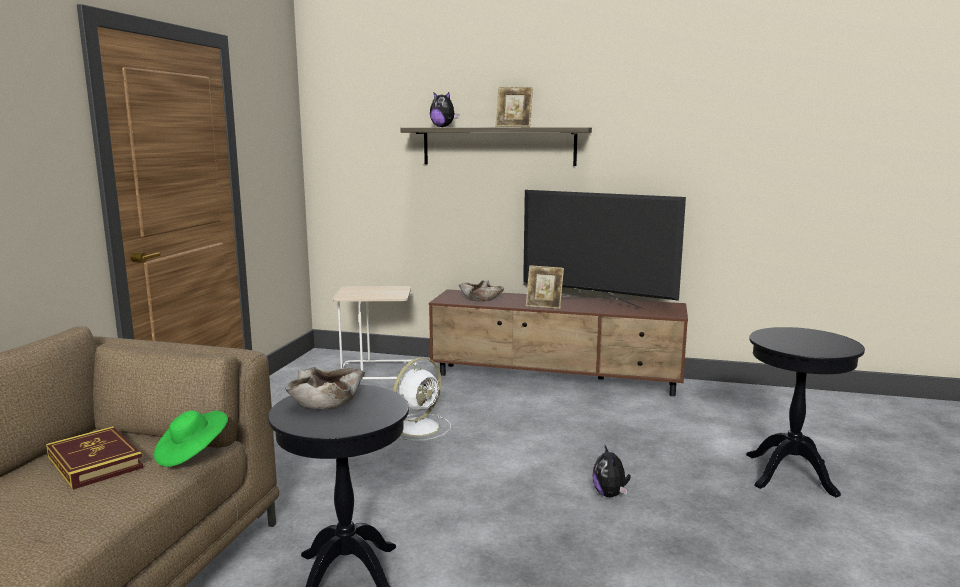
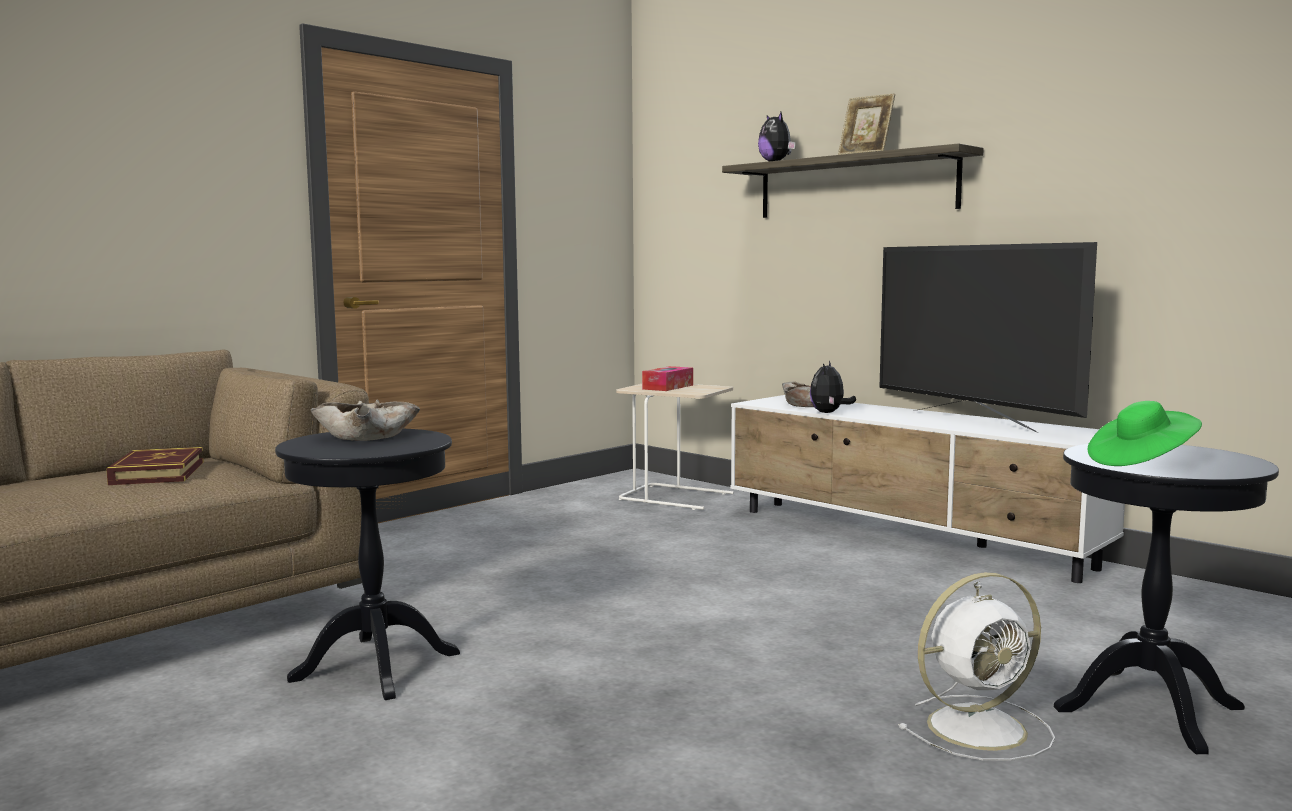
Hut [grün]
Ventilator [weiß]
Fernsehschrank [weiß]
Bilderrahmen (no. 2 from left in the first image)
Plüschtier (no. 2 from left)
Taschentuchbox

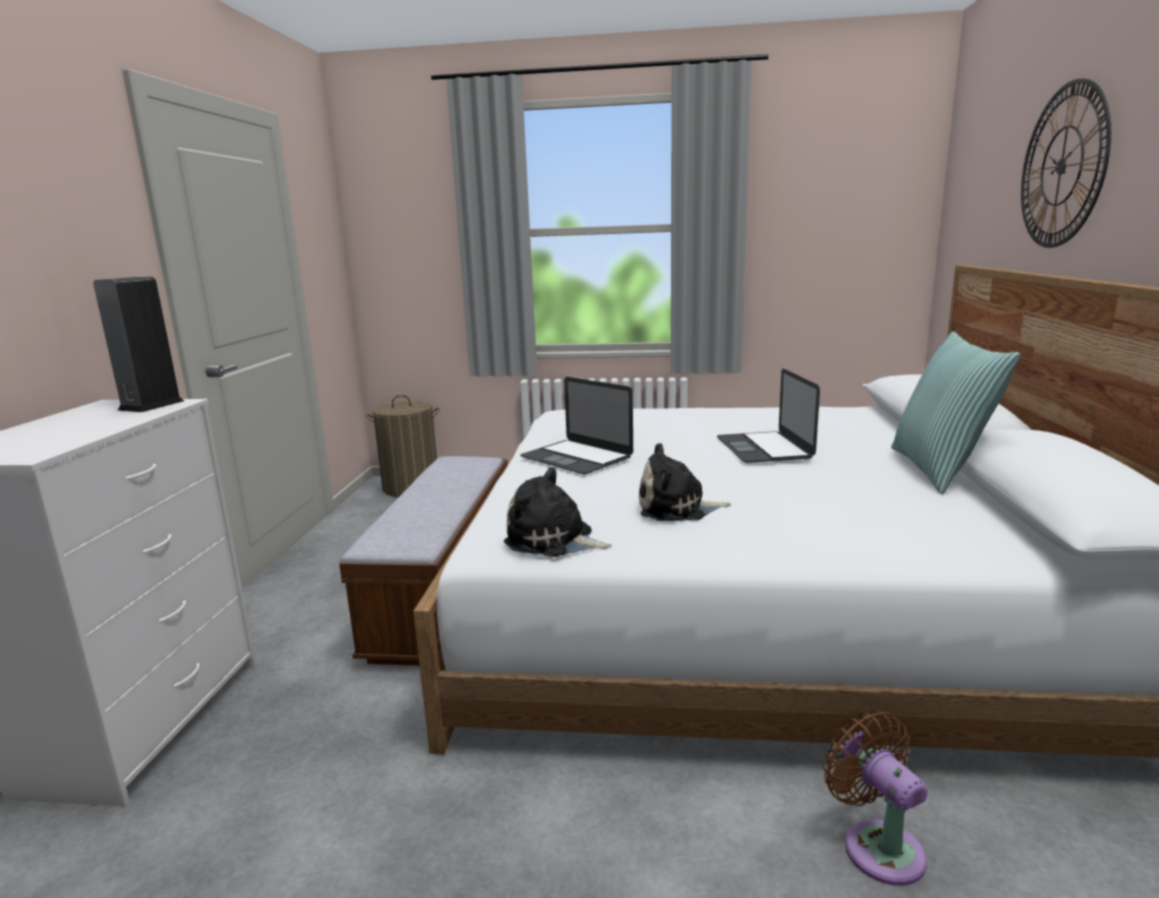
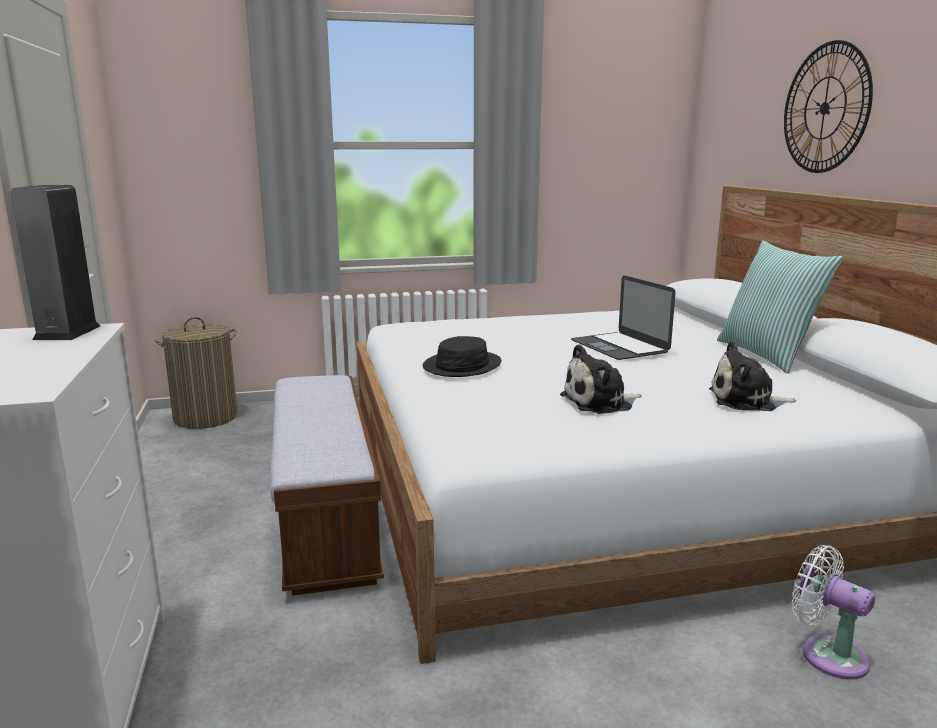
Plüschtier (no. 2 from left)
Hut [schwarz]
Ventilator [weiß]

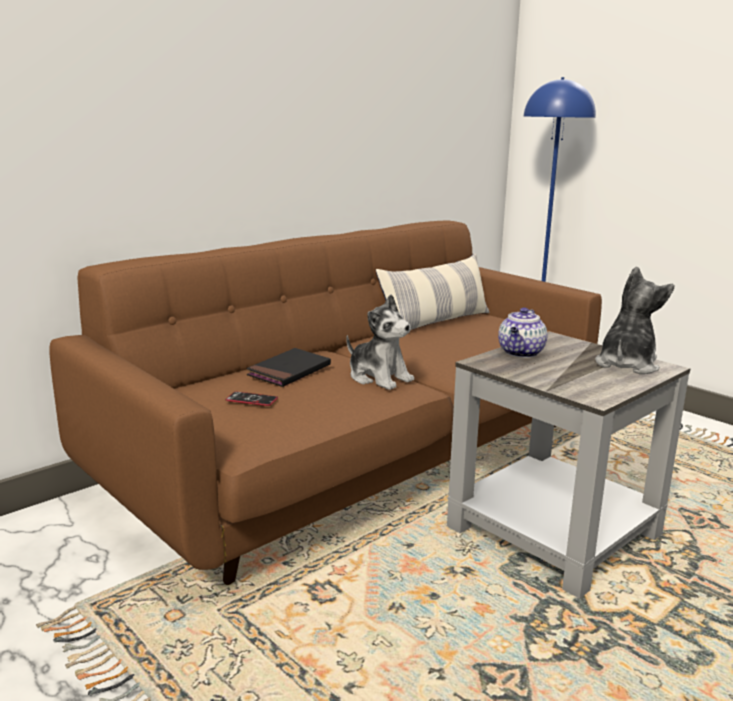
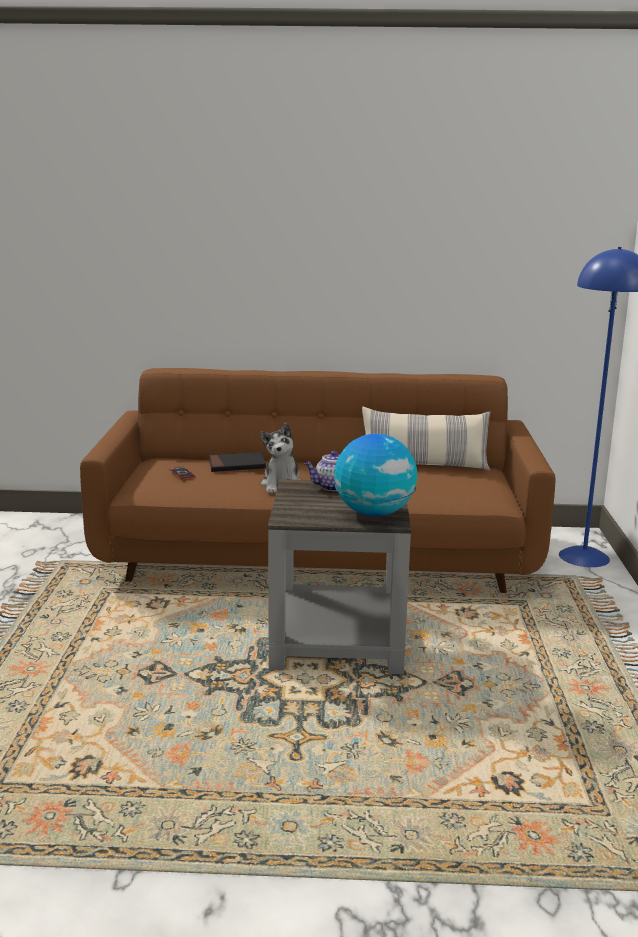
Globus

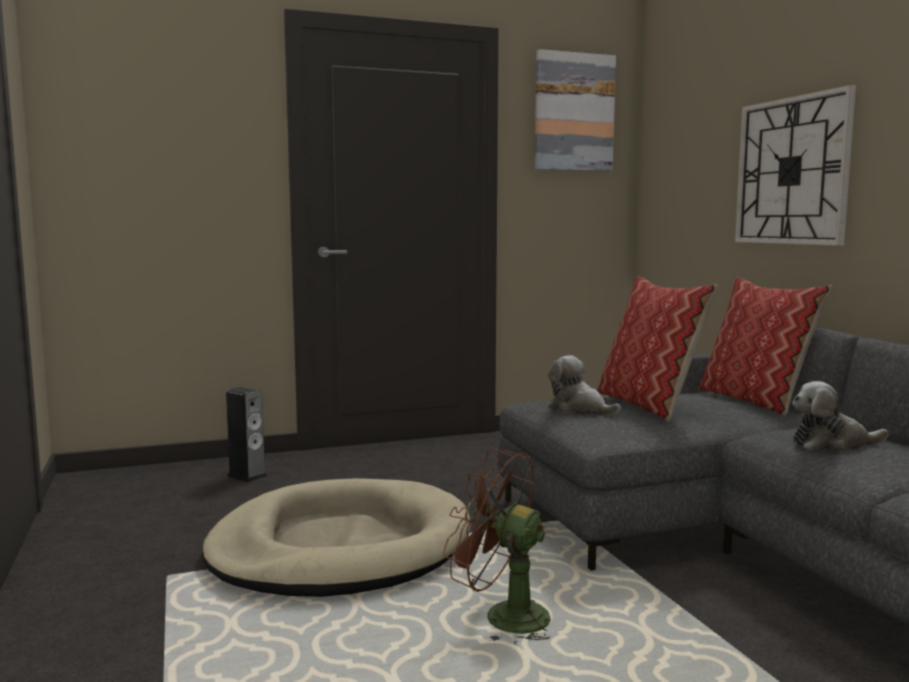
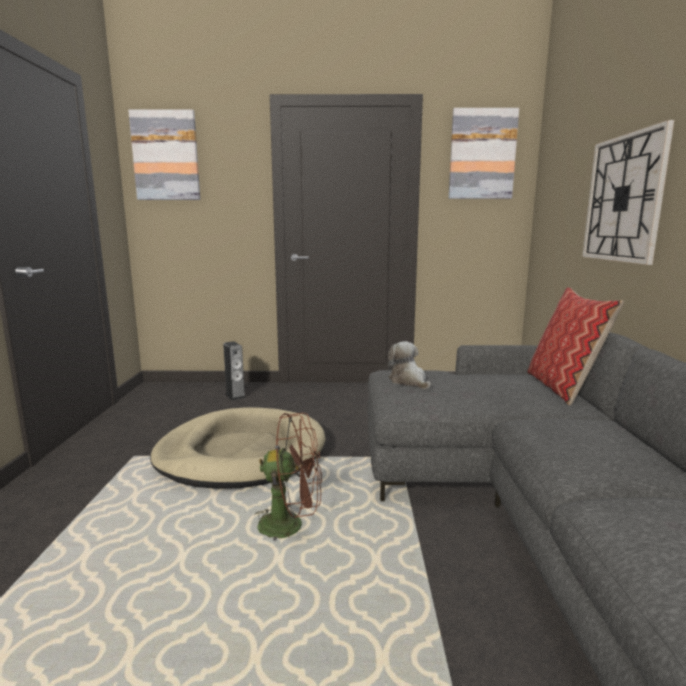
Ventilator [braun]
Kissen (no. 1 from left in the first image)
Plüschtier (no. 2 from left in the first image)
Bild (no. 1 from left)

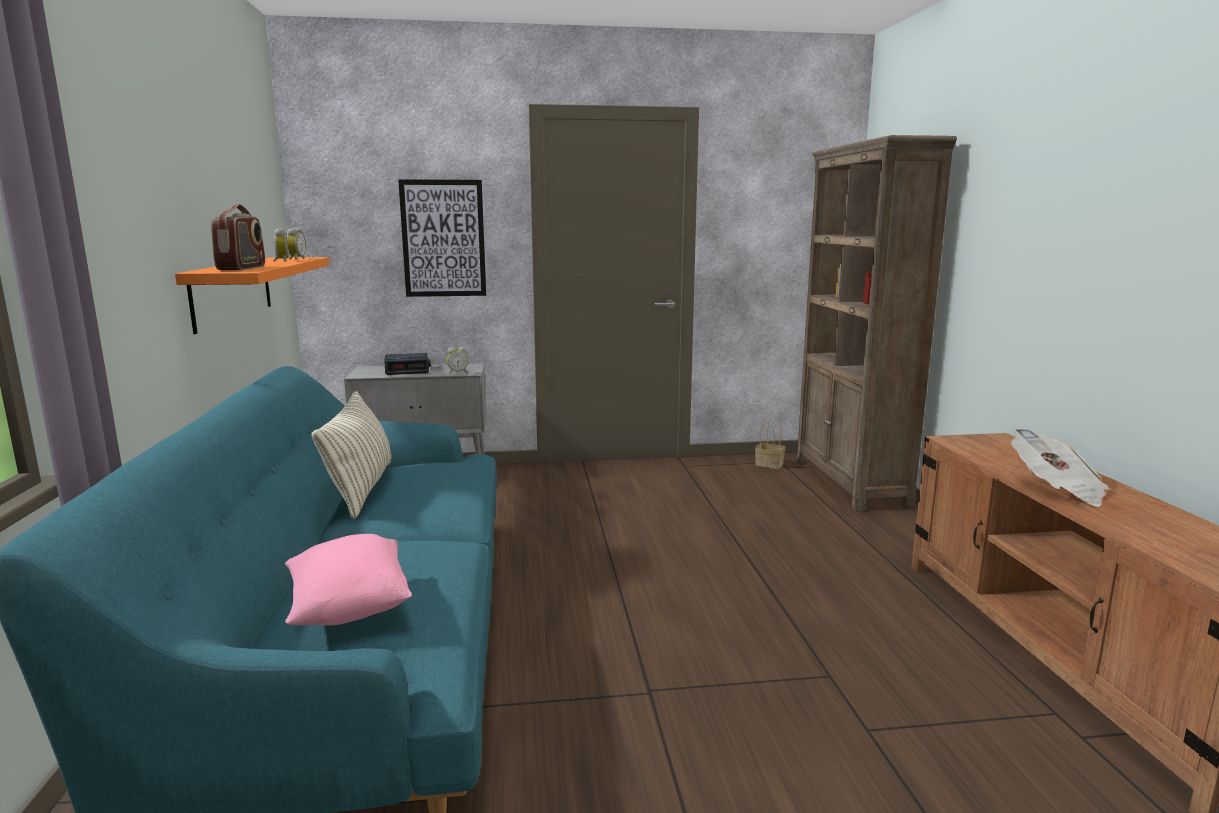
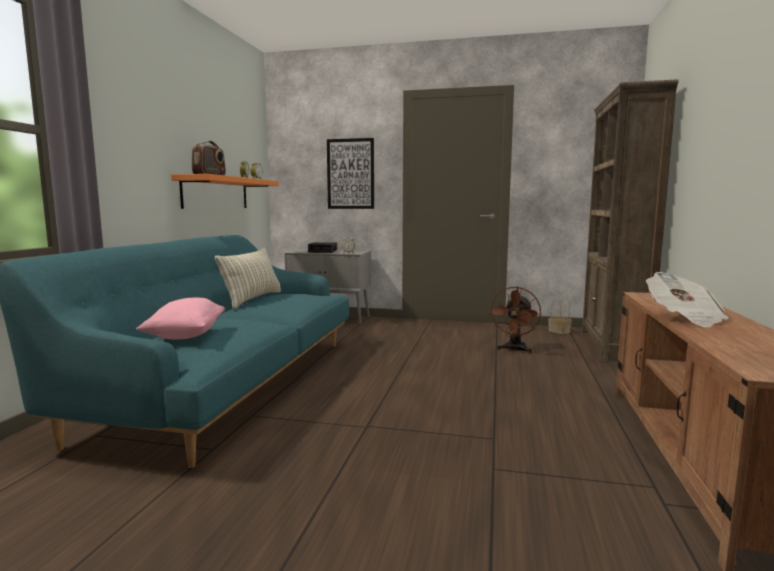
Ventilator [braun]

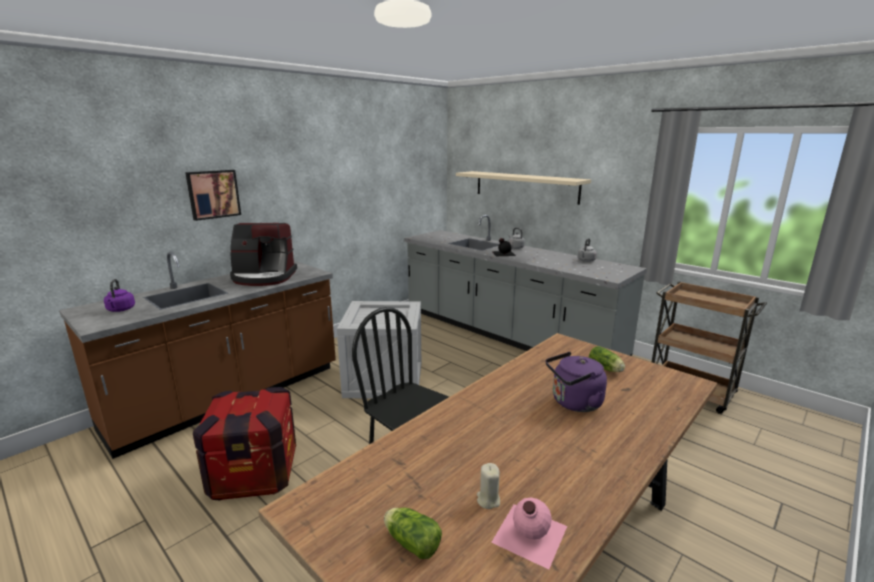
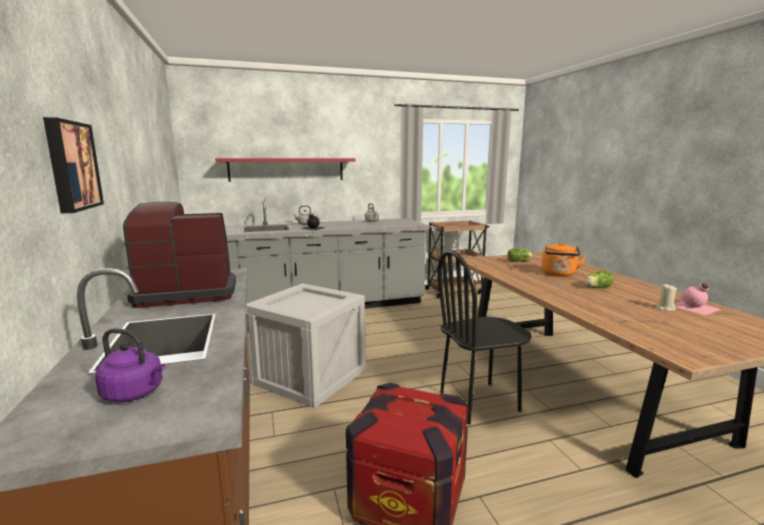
Kaffeemaschine
Salatkopf (no. 2 from left)
Wandregal [rot]
Wasserkessel [orange]

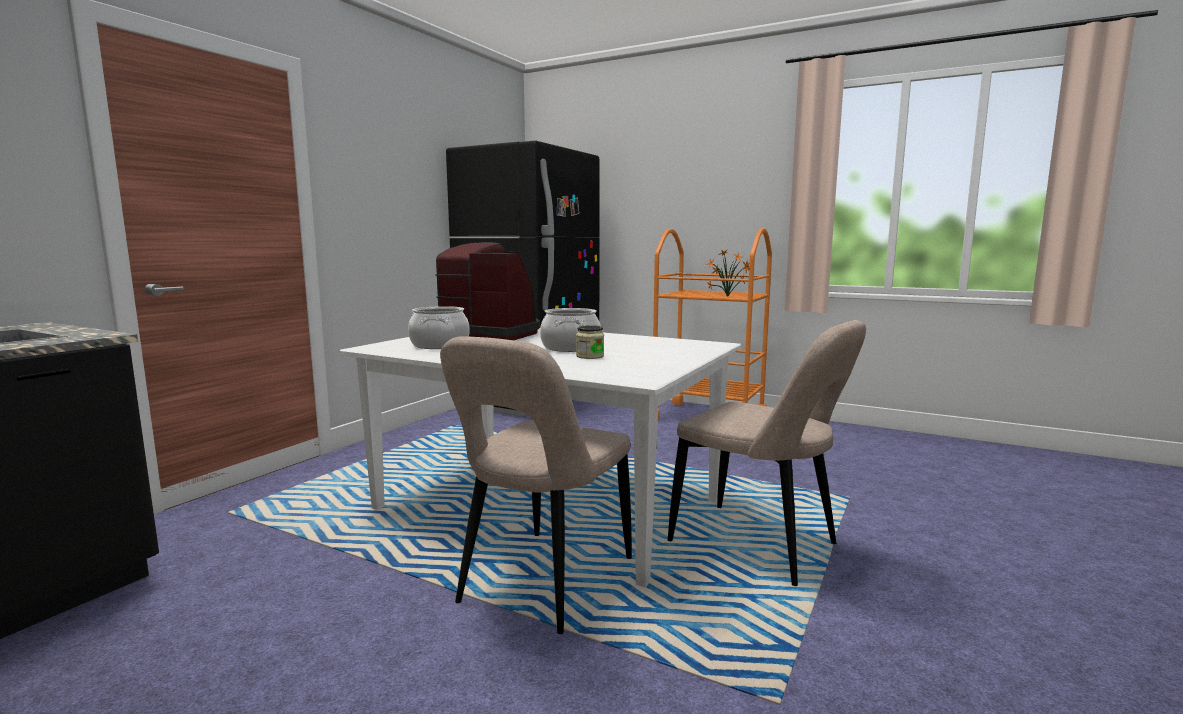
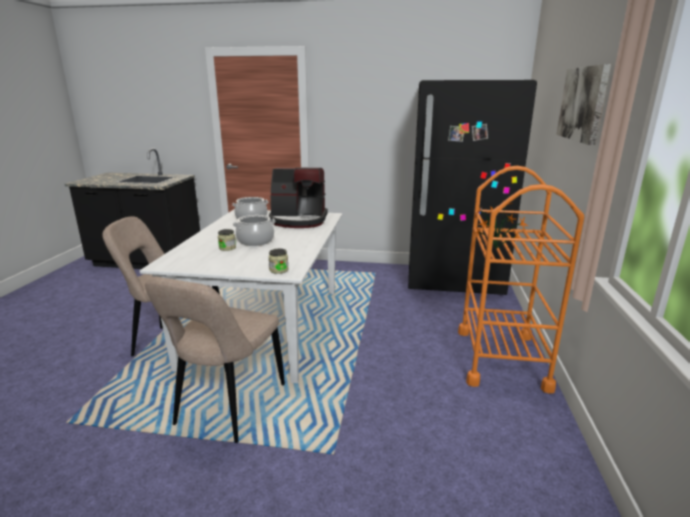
Kaffeemaschine
Vorratsglas (no. 2 from left)
Bild

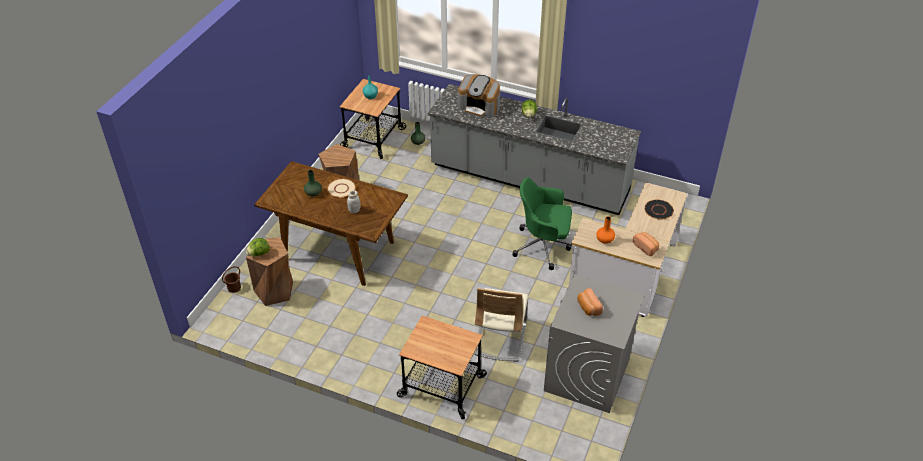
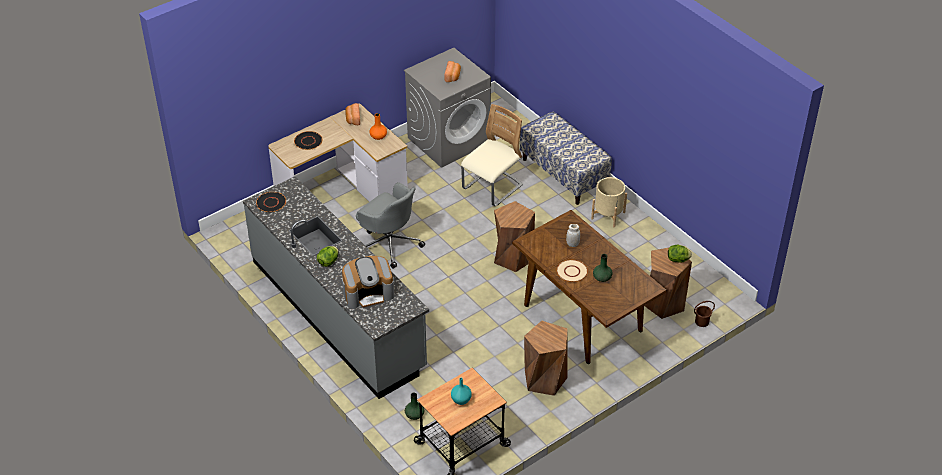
Bank
Kaffeemaschine
Bürostuhl [grau]
Teller [schwarz] (no. 1 from left)
Hocker [braun] (no. 1 from left)
Pflanzkübel [beige]

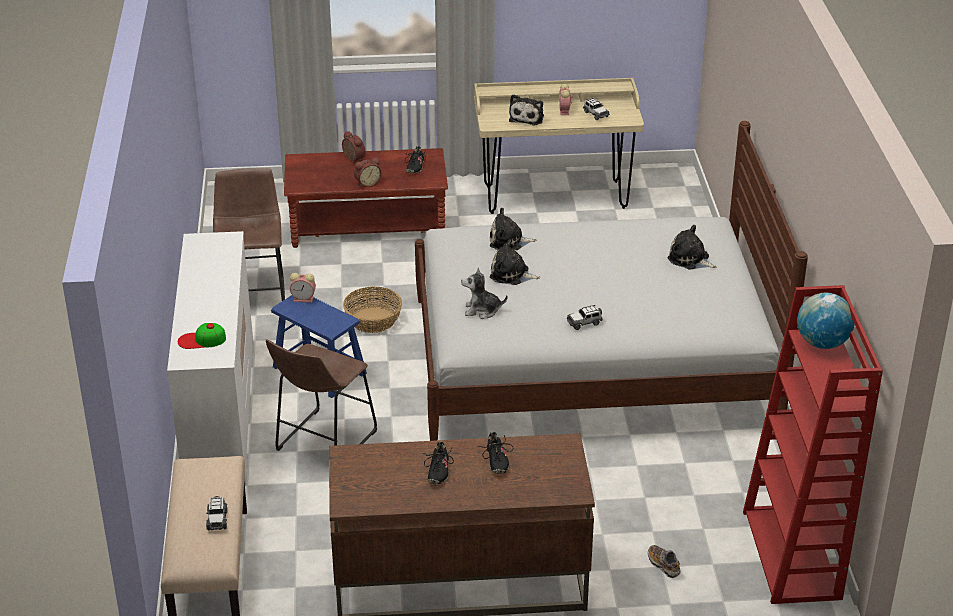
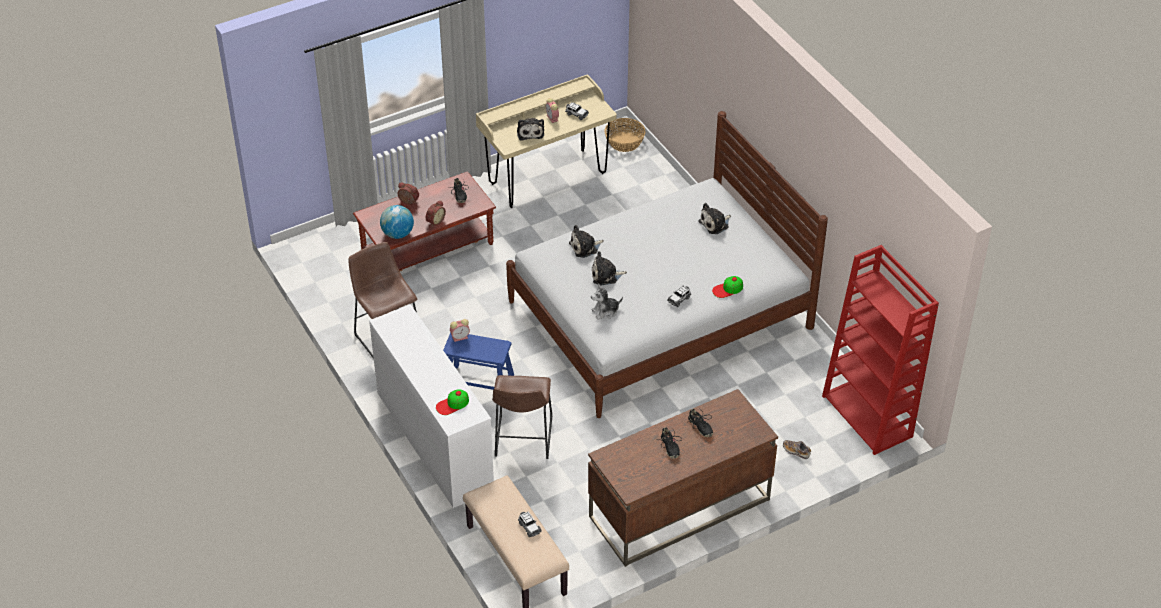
Korb
Plüschtier (no. 5 from left)
Globus
Kappe (no. 2 from left)

